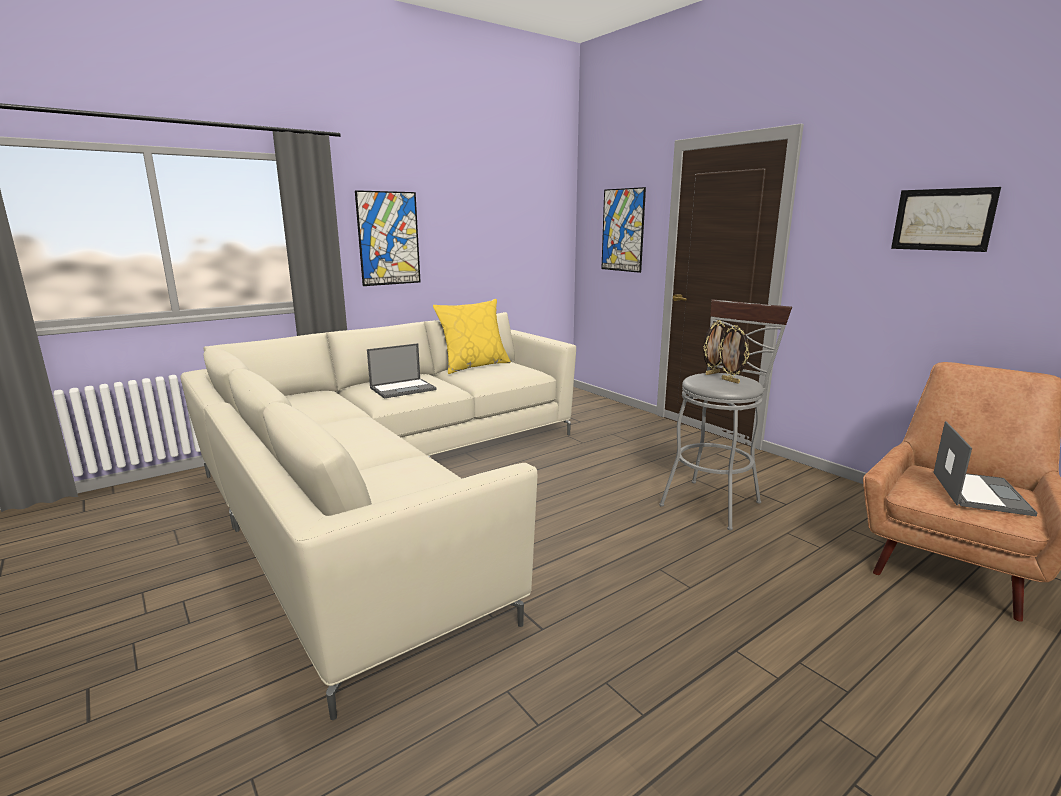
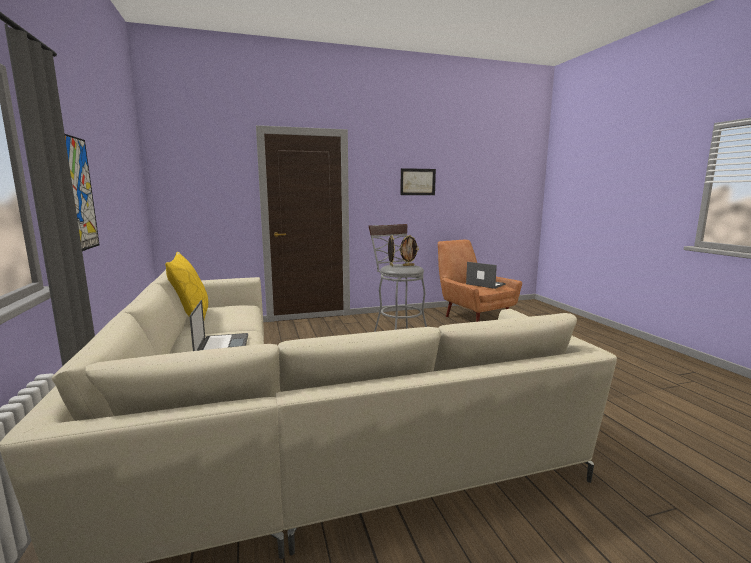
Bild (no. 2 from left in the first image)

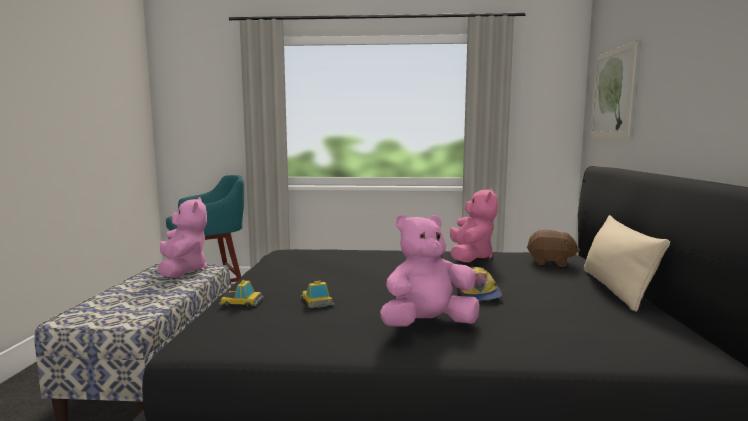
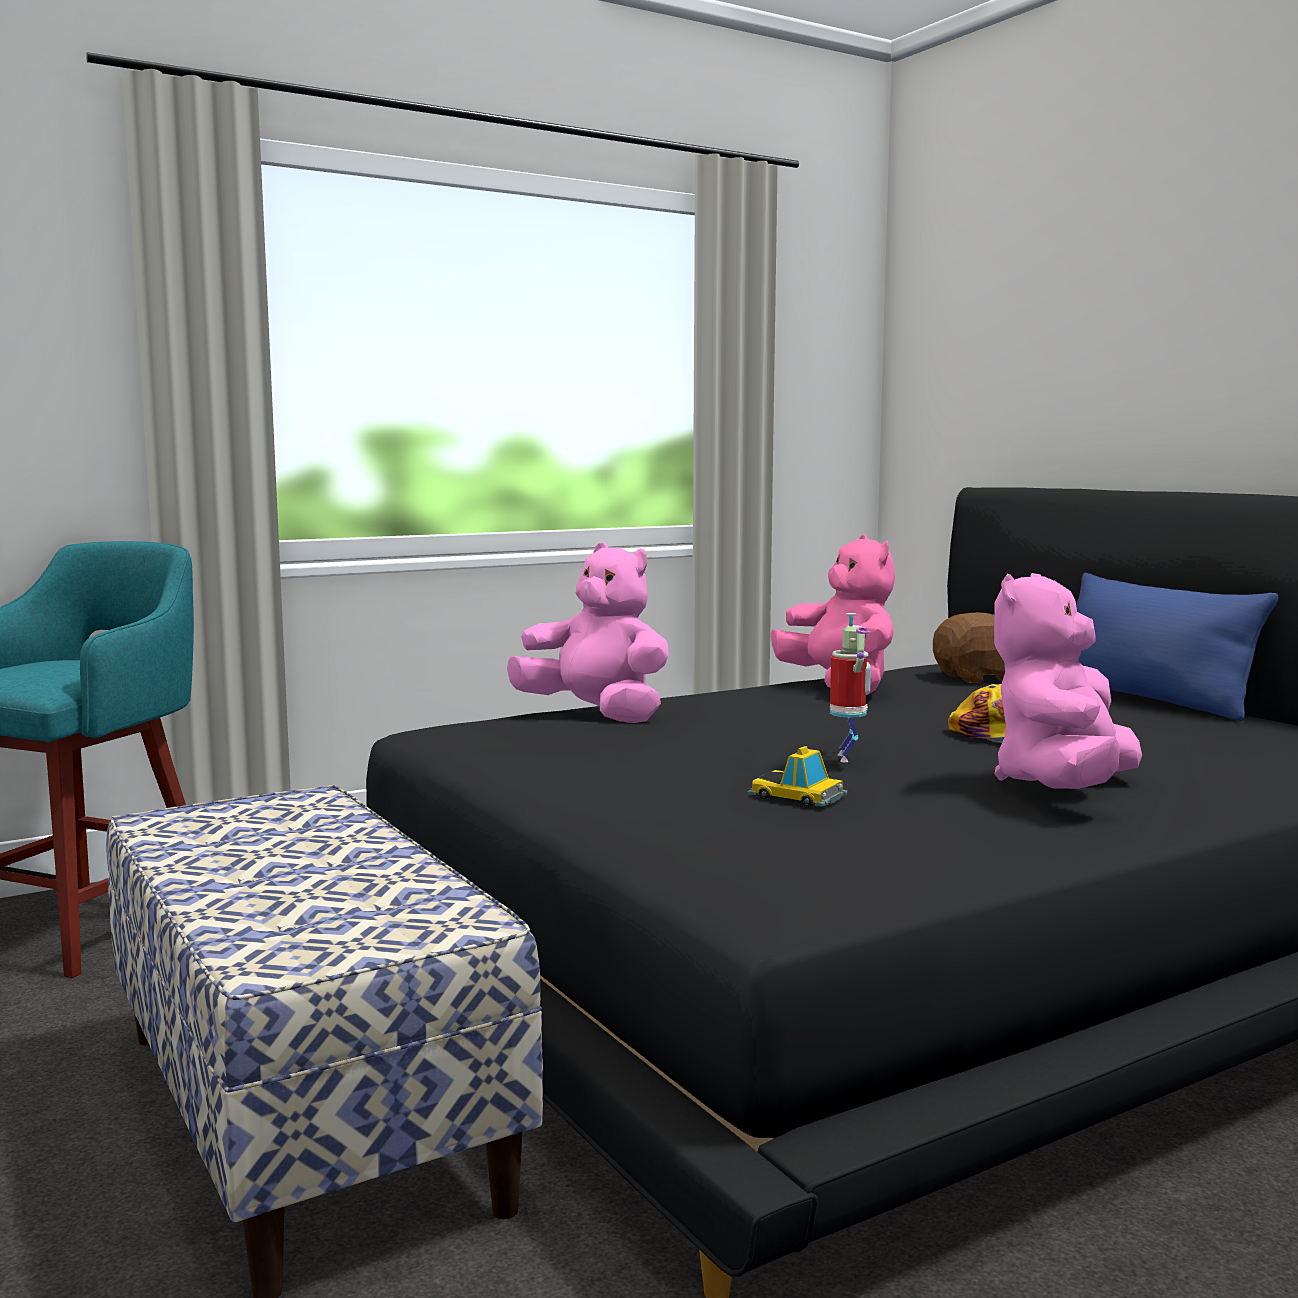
Plüschtier [rosa] (no. 1 from left)
Spielzeugauto (no. 1 from left in the first image)
Kissen [blau]
Bild
Spielzeugroboter

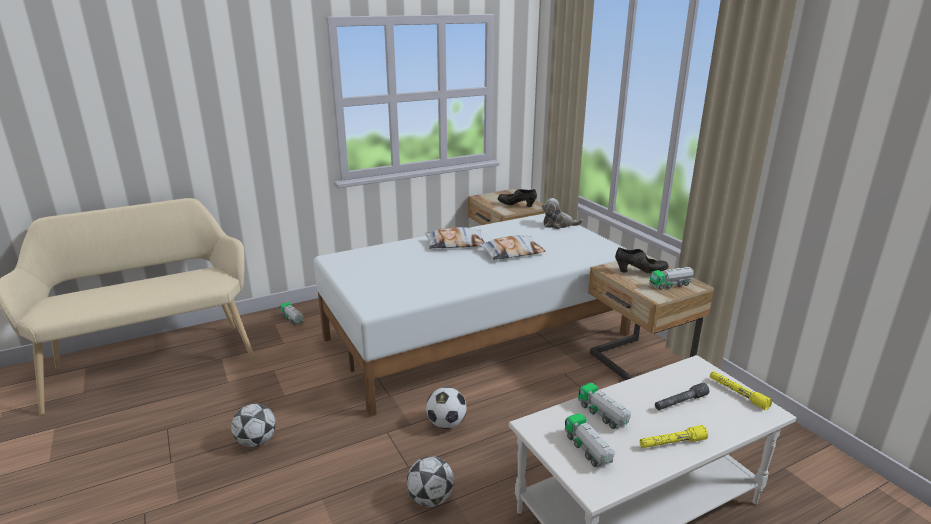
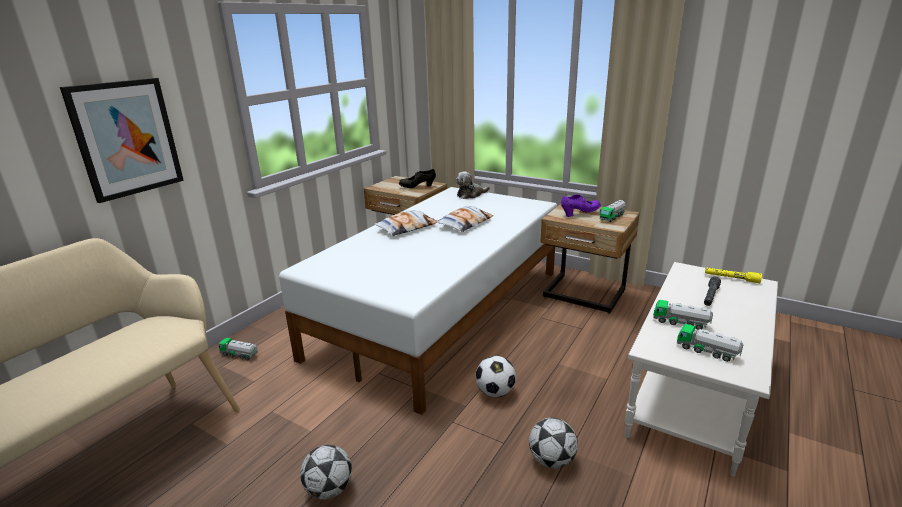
Schuh [lila]
Taschenlampe [gelb] (no. 1 from left in the first image)
Bild

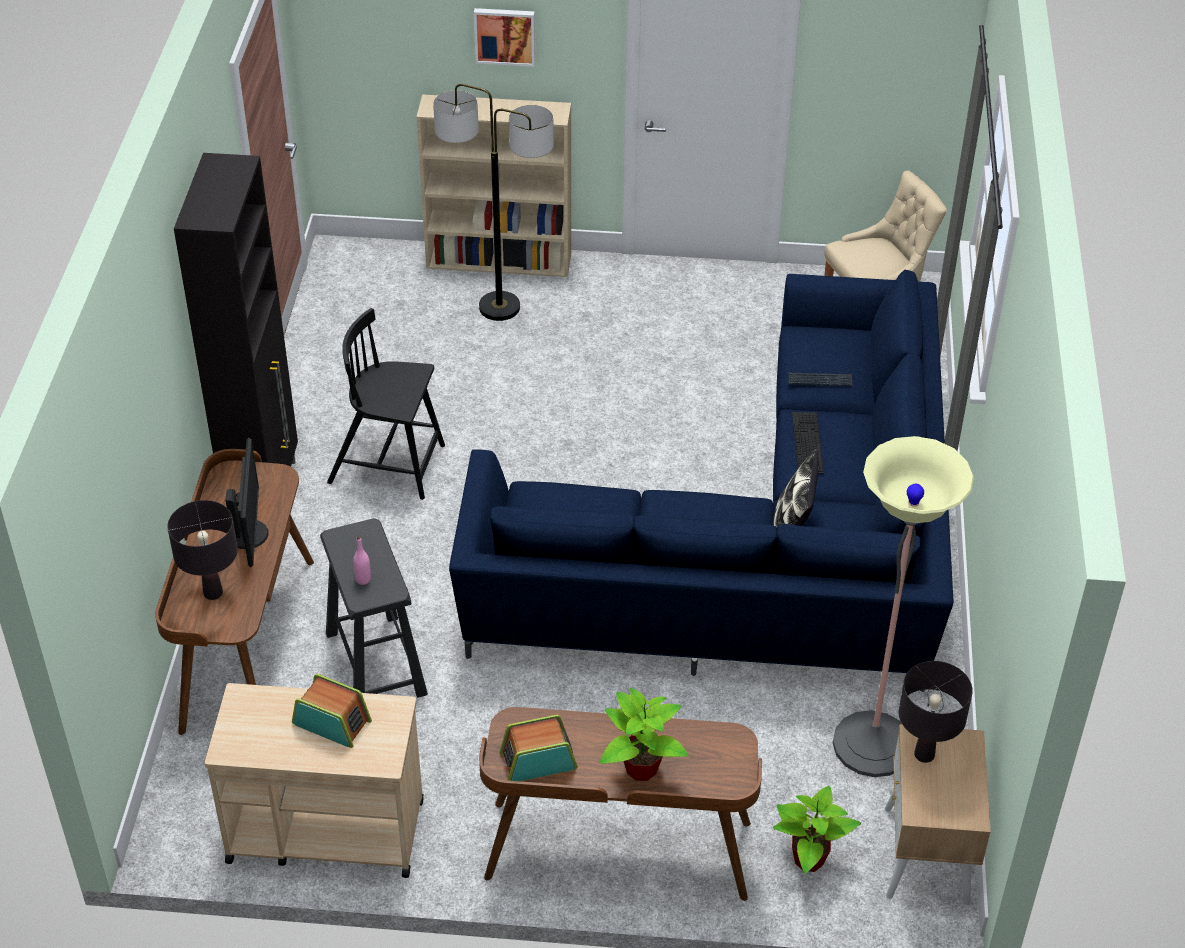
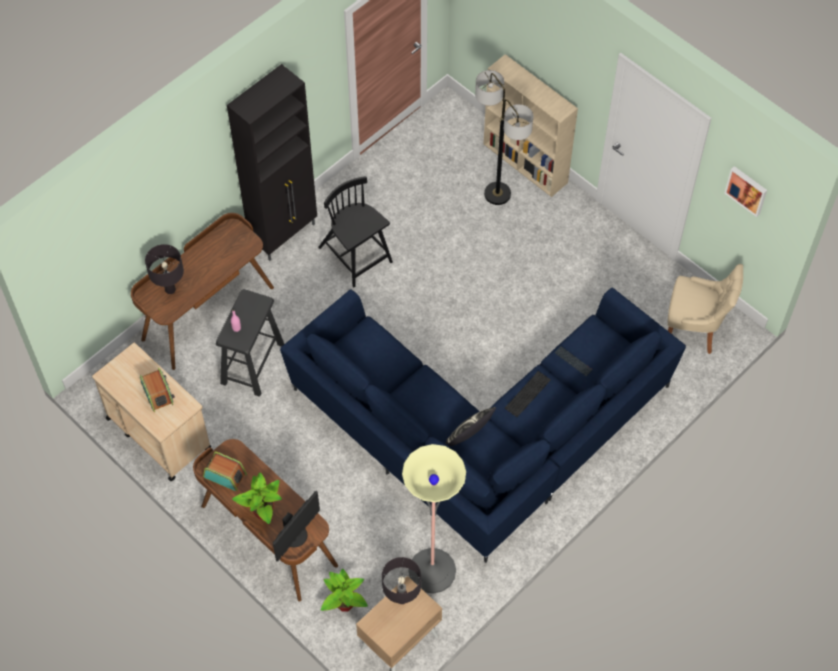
Monitor
Bild

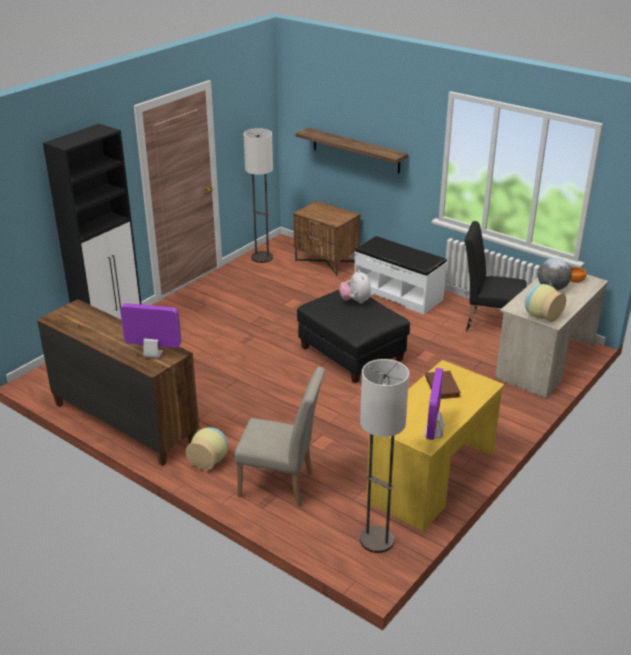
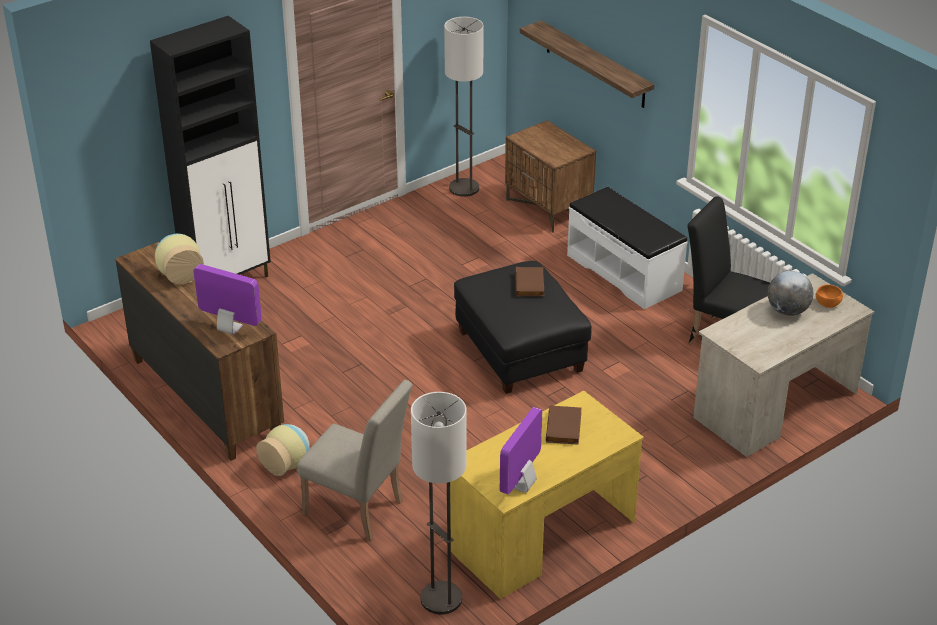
Buch [braun] (no. 1 from left)
Vase (no. 1 from left)

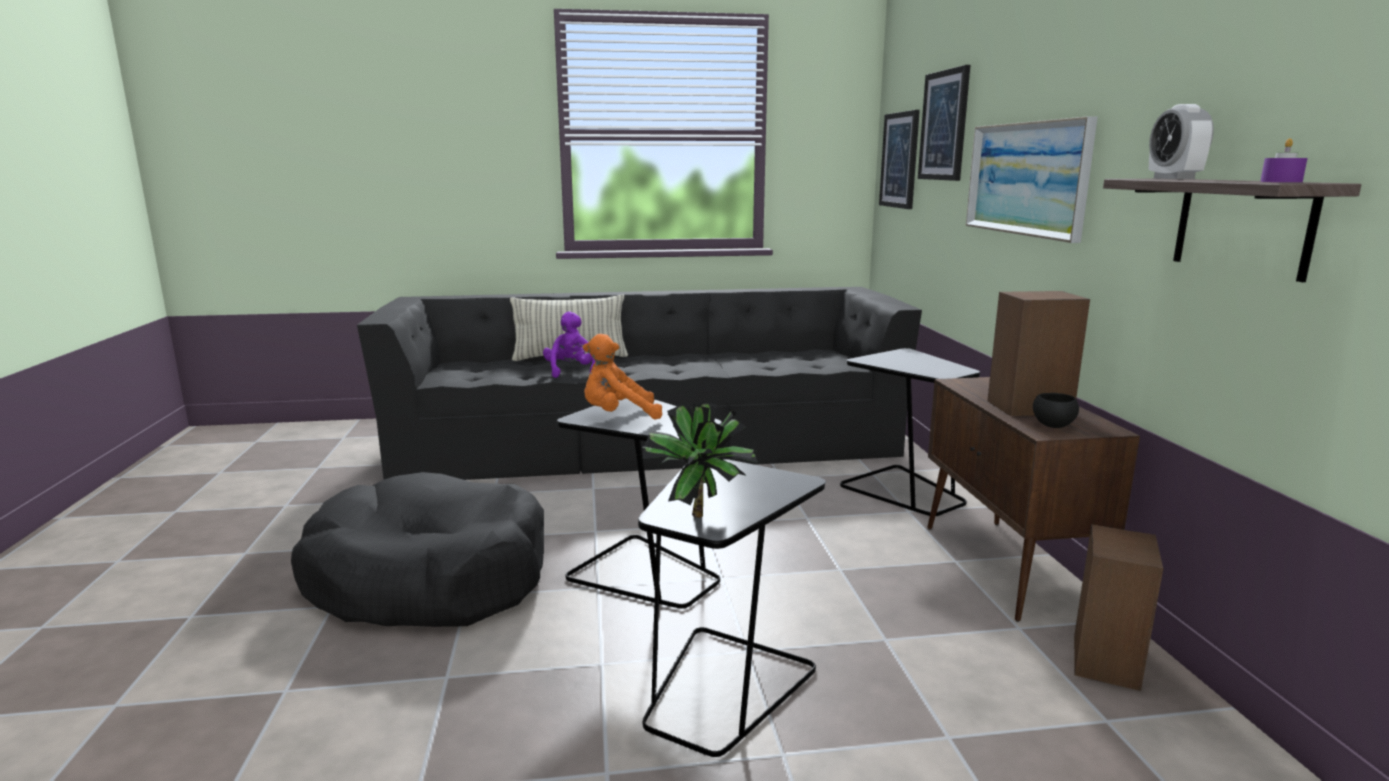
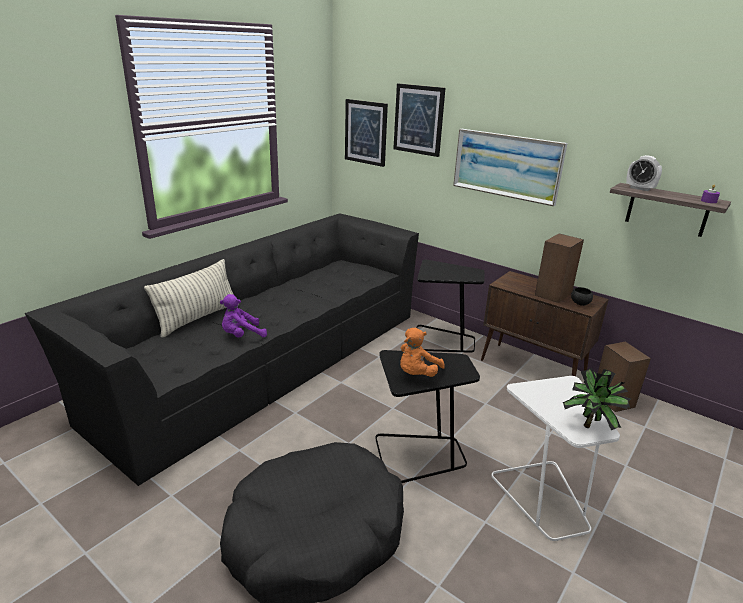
Plüschtier [lila]
Beistelltisch [weiß]

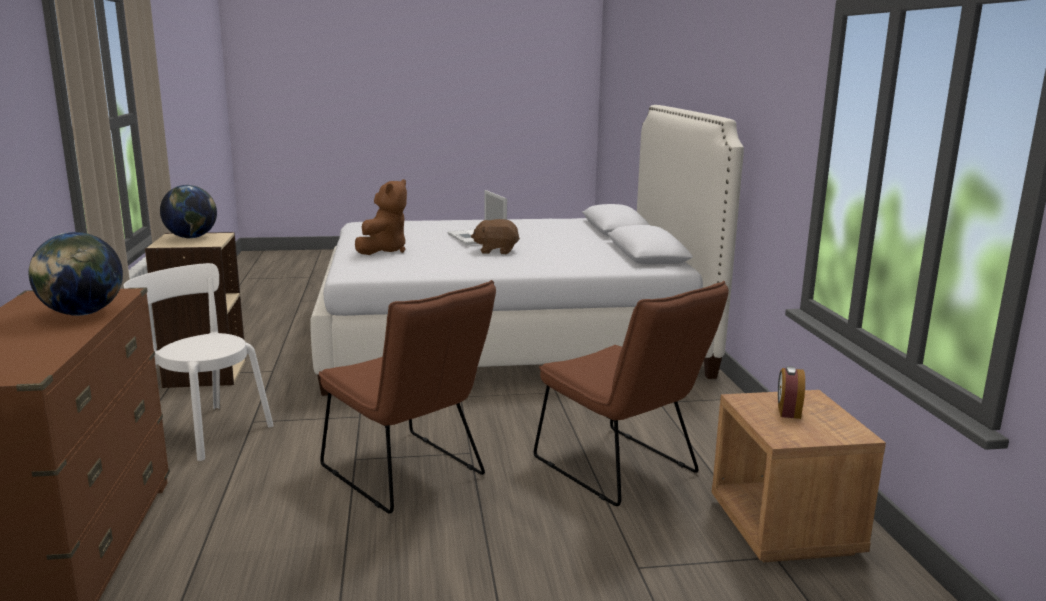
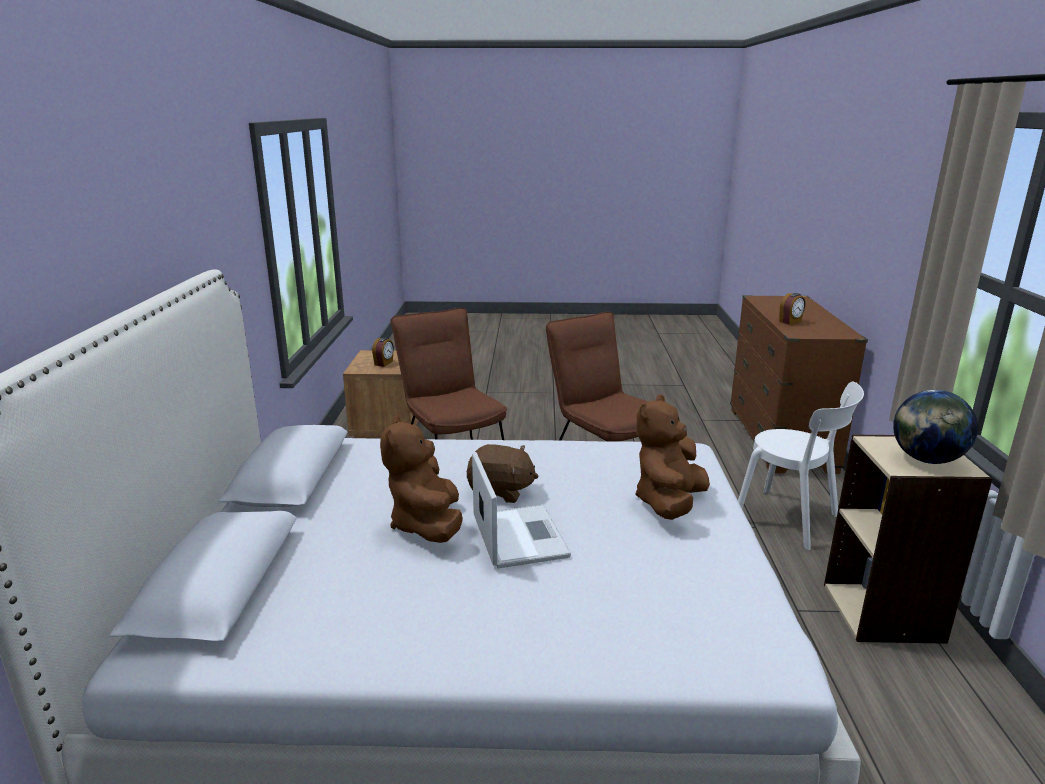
Wecker (no. 2 from left)
Plüschtier [braun] (no. 1 from left)

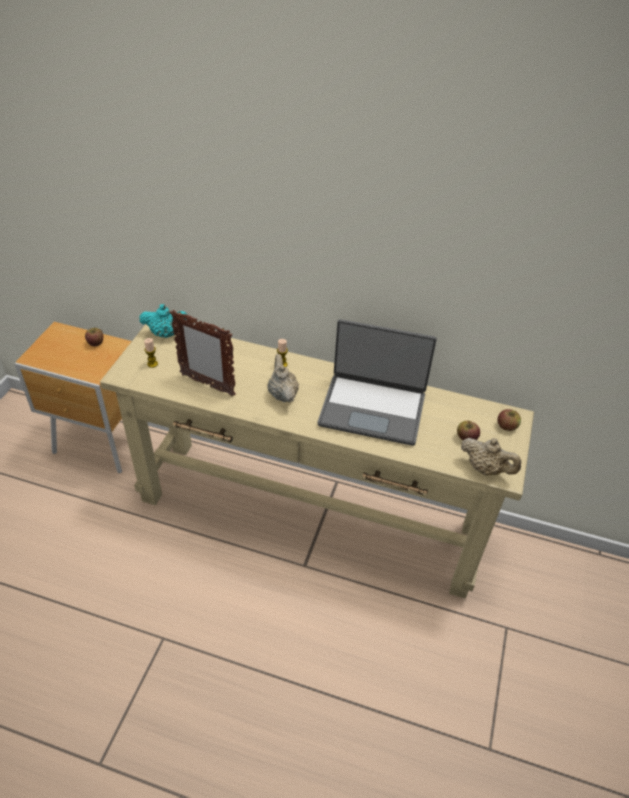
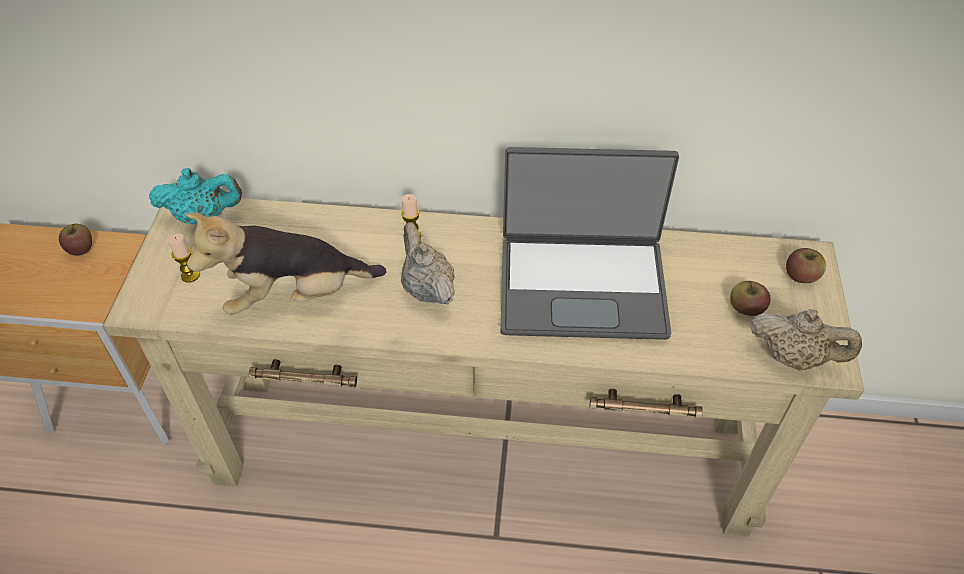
Plüschtier

